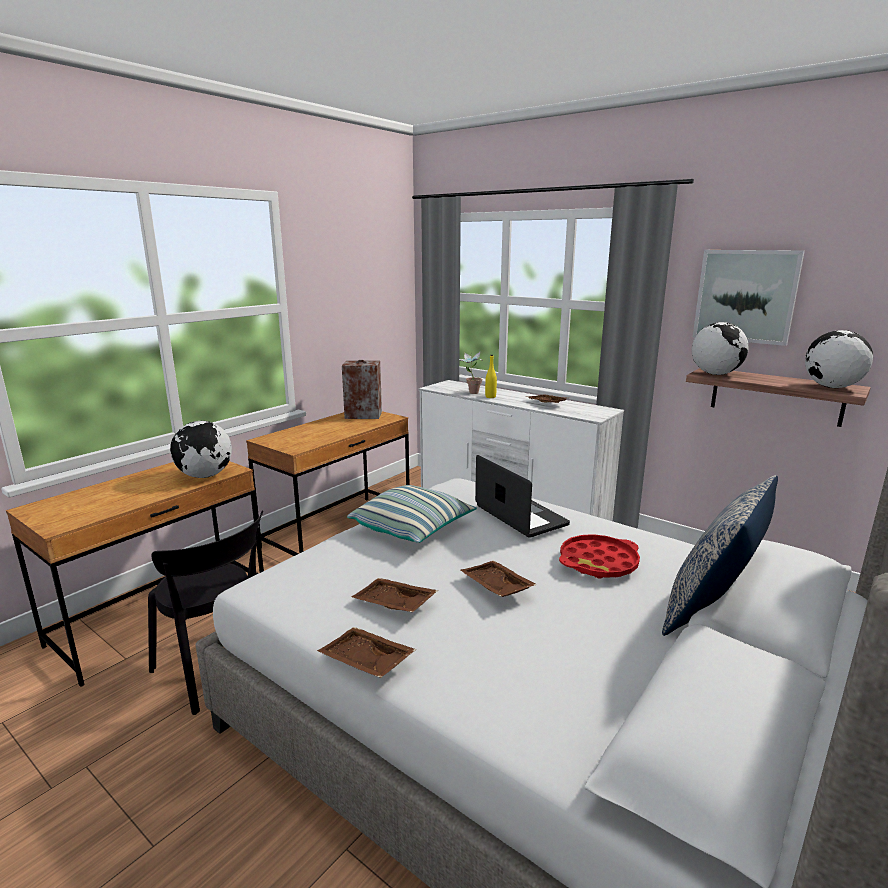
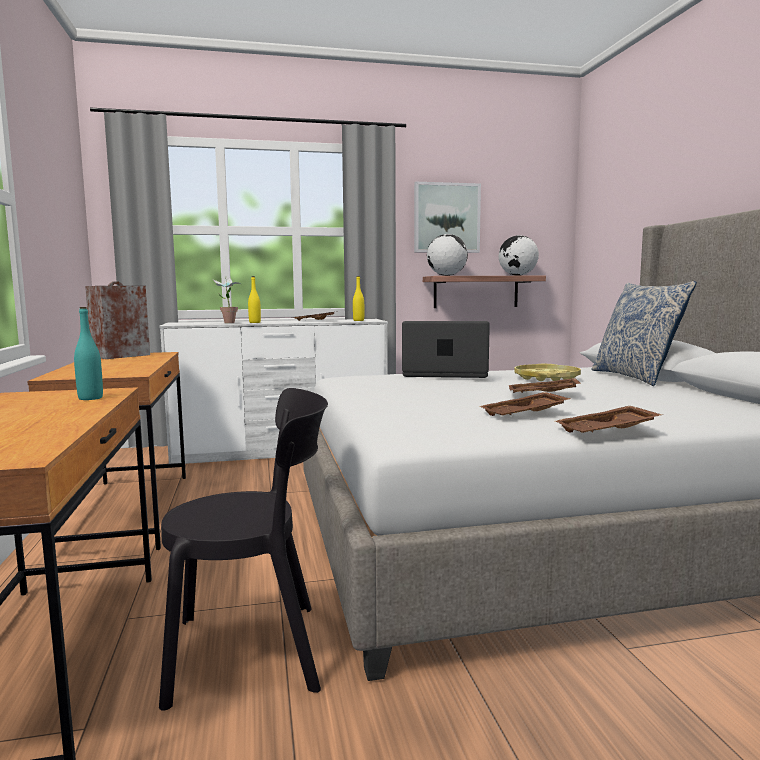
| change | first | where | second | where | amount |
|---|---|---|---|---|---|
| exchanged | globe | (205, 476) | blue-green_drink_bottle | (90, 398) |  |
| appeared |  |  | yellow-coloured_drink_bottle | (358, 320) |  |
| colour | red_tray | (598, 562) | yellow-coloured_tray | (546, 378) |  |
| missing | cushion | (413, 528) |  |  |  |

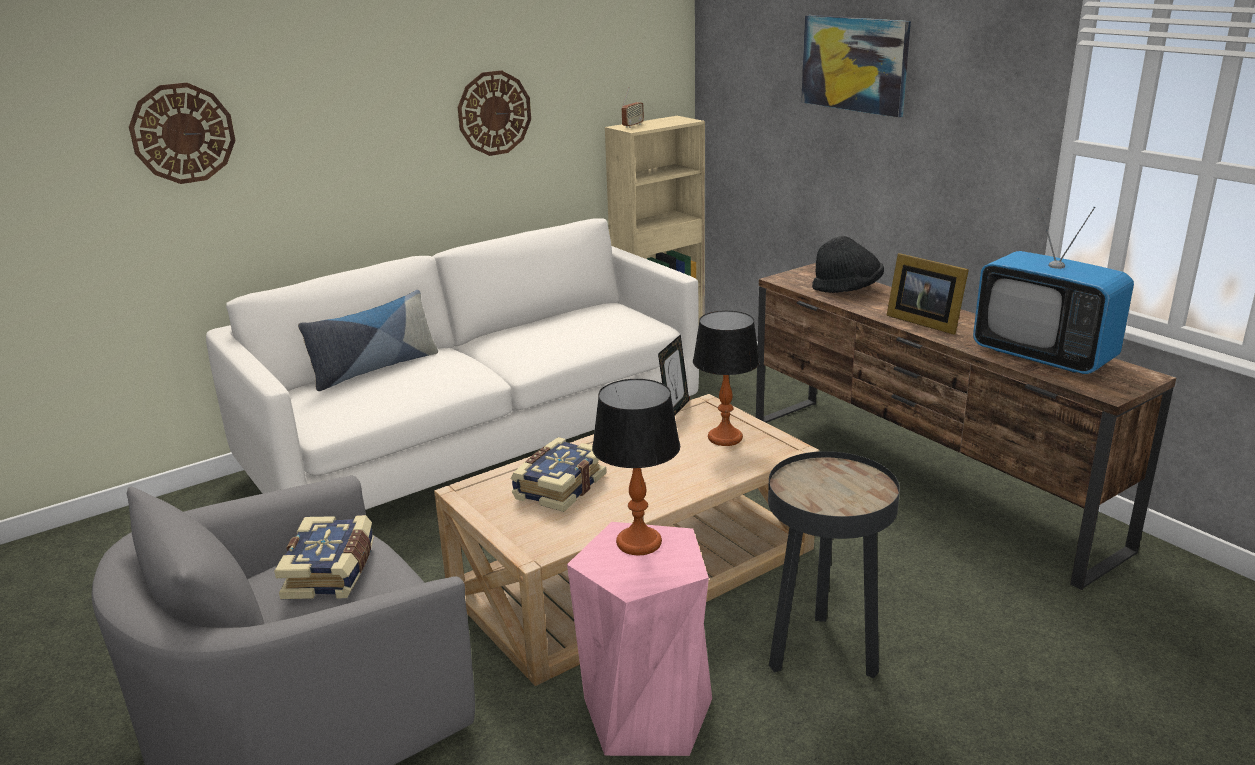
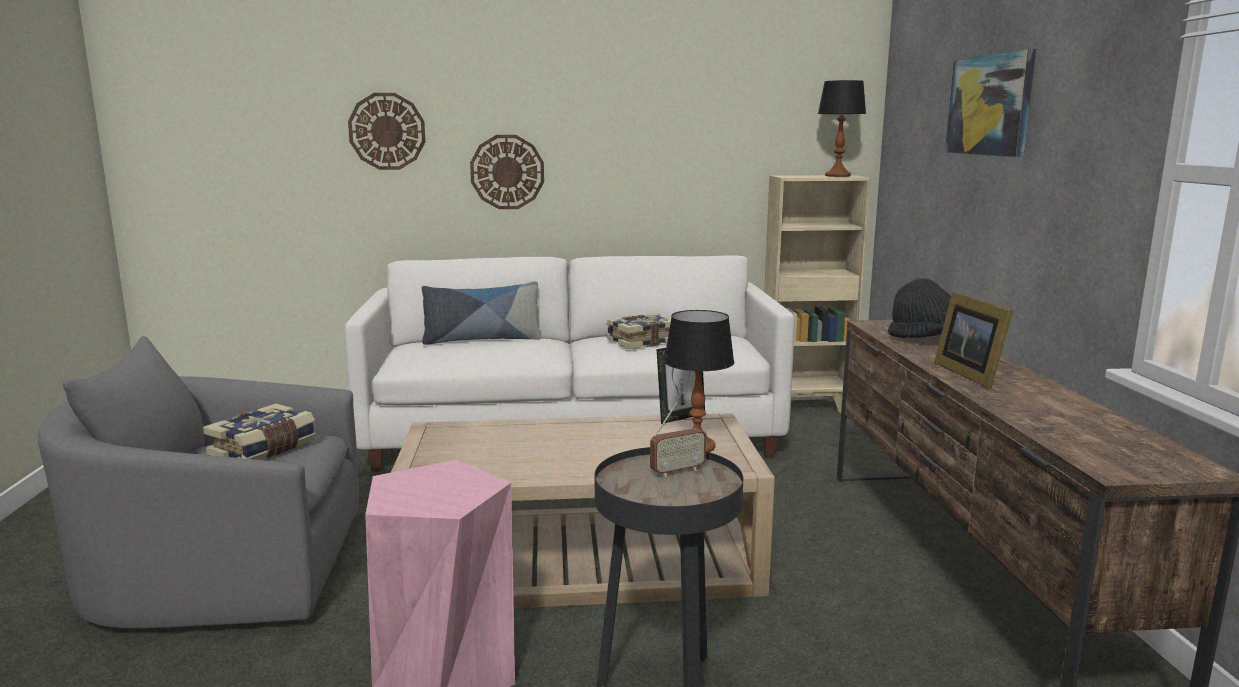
| change | first | where | second | where | amount |
|---|---|---|---|---|---|
| relocated | hanging_clock | (494, 113) |  | (507, 172) |  |
| relocated | book | (558, 487) |  | (641, 341) |  |
| relocated | radio | (632, 126) |  | (677, 471) |  |
| relocated | tabletop_lamp | (639, 543) |  | (837, 176) |  |
| missing | television | (1043, 356) |  |  |  |

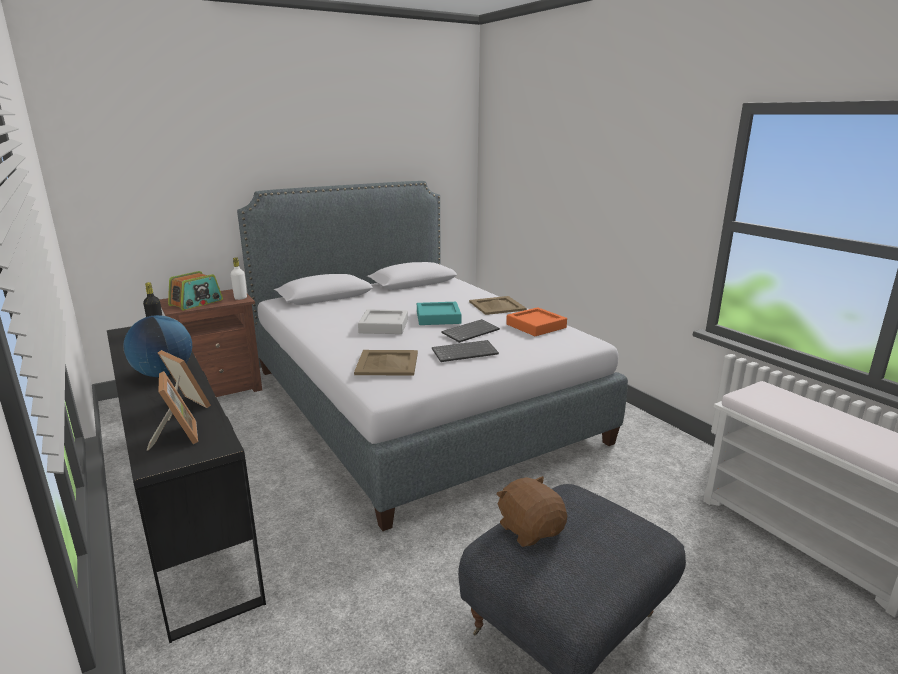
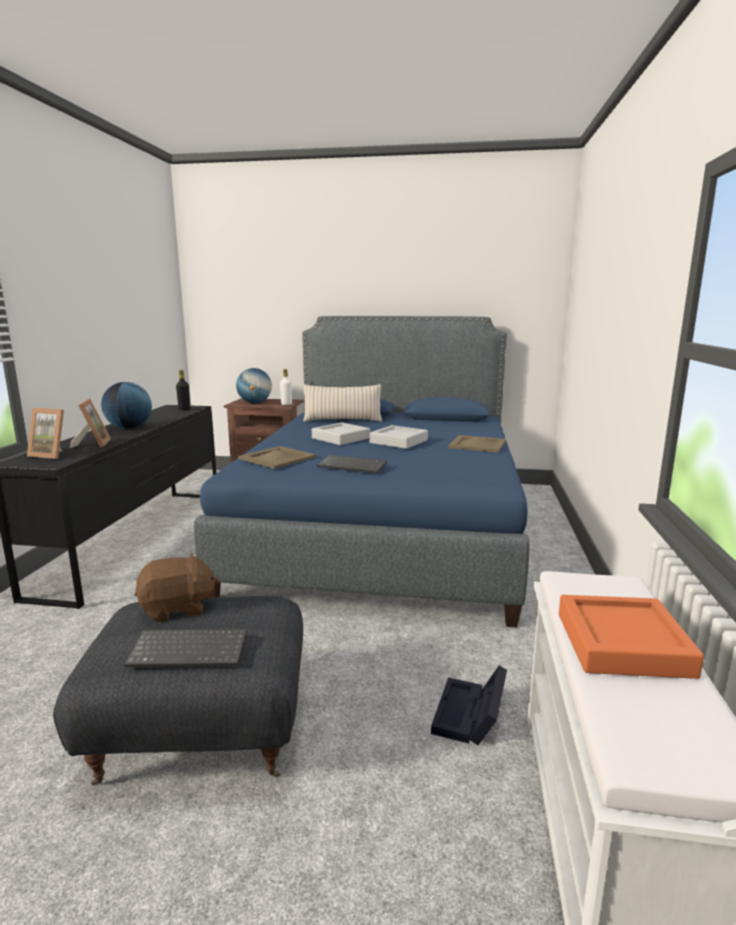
| change | first | where | second | where | amount |
|---|---|---|---|---|---|
| spun | photo_frame | (176, 436) |  | (52, 455) | 90 degrees clockwise |
| relocated | PC_keyboard | (470, 332) |  | (190, 649) |  |
| spun | brownish_plush_toy | (530, 529) |  | (177, 608) | 60 degrees clockwise |
| colour | greyish_bedroom_bed | (415, 403) | bluish_bedroom_bed | (382, 529) |  |
| exchanged | radio | (196, 303) | globe | (255, 403) |  |
| appeared |  |  | beige-coloured_cushion | (342, 420) |  |
| colour | blue-green_tray | (438, 317) | greyish_tray | (398, 441) |  |
| appeared |  |  | blackish_storage_container | (469, 716) |  |
| relocated | orange_tray | (536, 326) |  | (622, 644) |  |

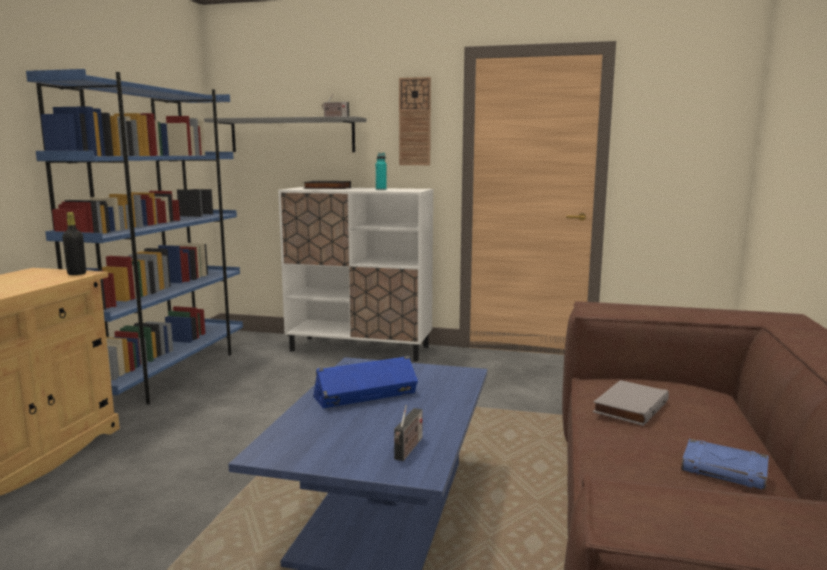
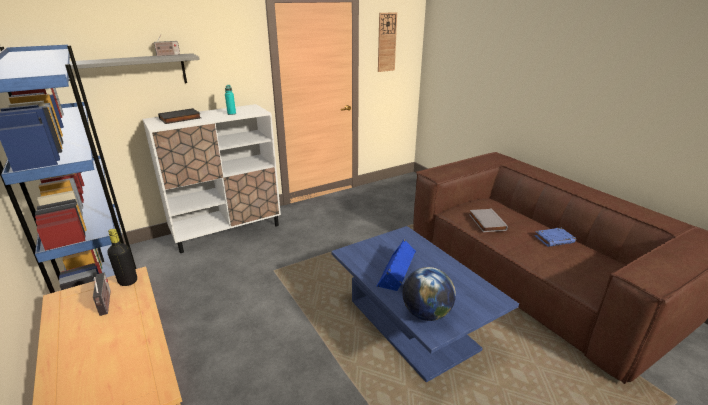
| change | first | where | second | where | amount |
|---|---|---|---|---|---|
| relocated | radio | (408, 449) |  | (105, 303) |  |
| relocated | hanging_clock | (415, 122) |  | (386, 42) |  |
| appeared |  |  | globe | (426, 313) |  |

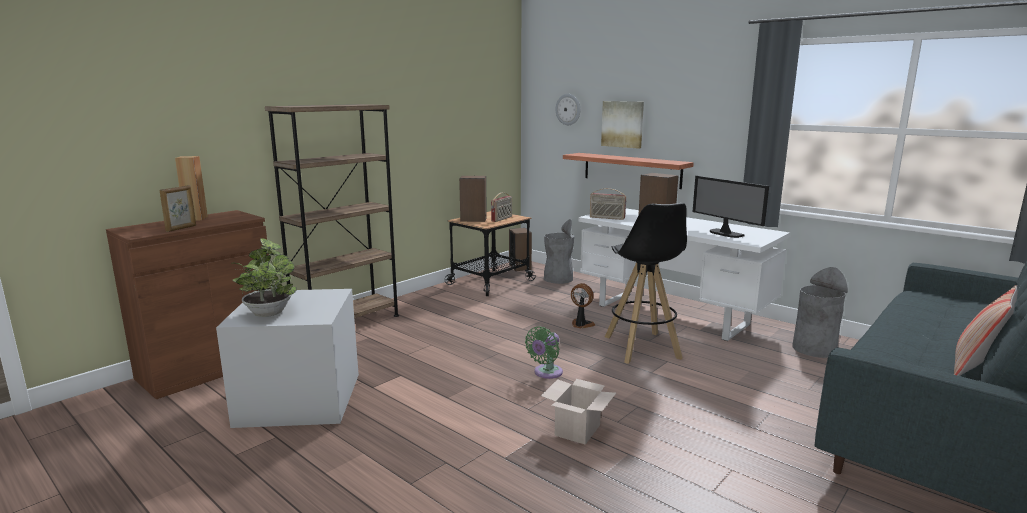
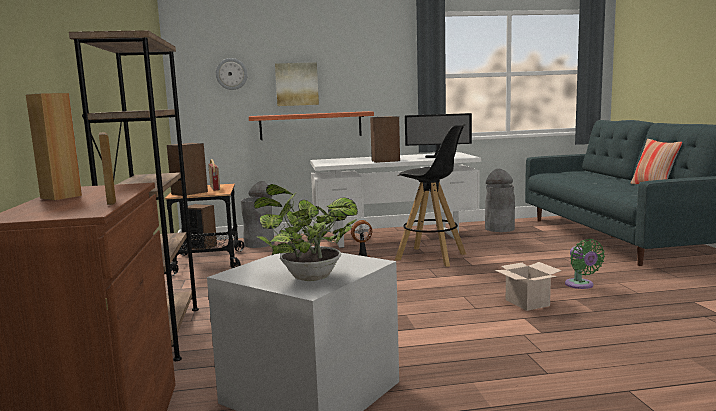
| change | first | where | second | where | amount |
|---|---|---|---|---|---|
| relocated | green-coloured_electric_fan | (546, 373) |  | (581, 285) |  |
| missing | radio | (607, 218) |  |  |  |

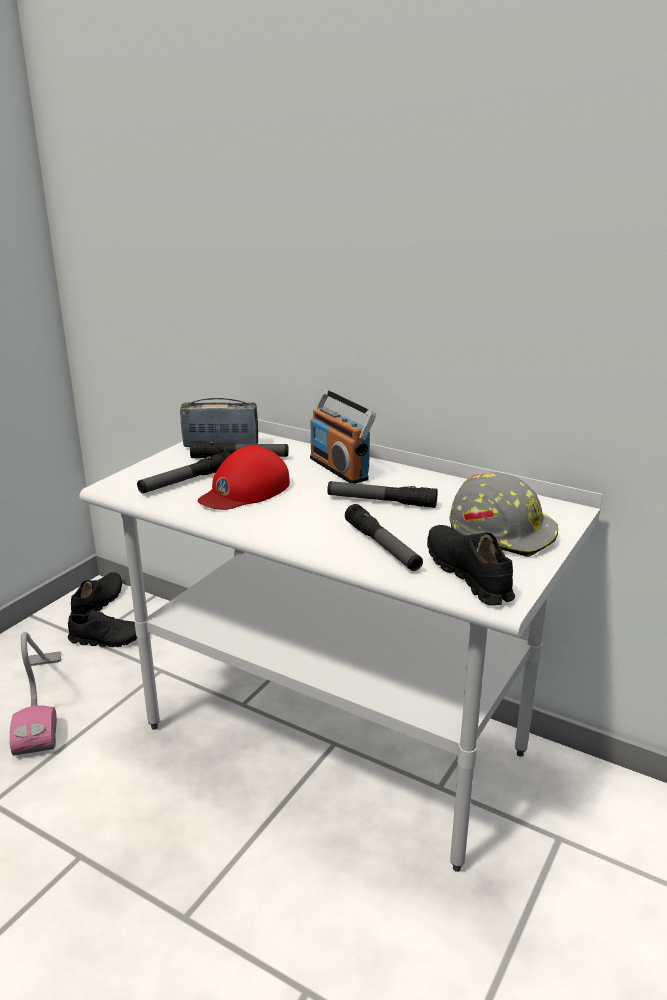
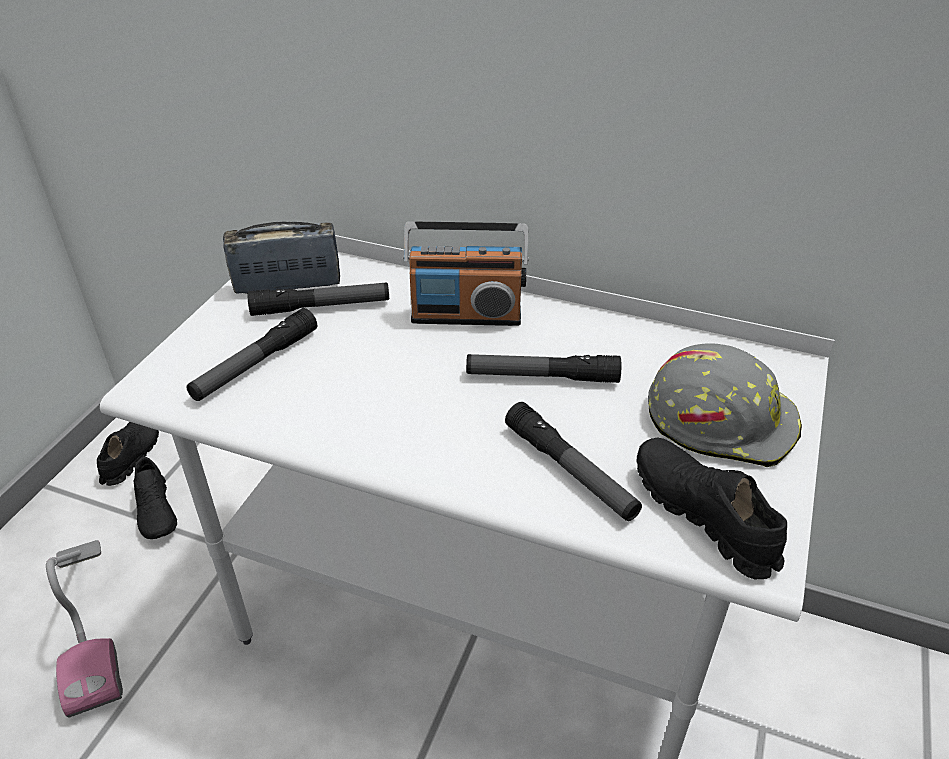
| change | first | where | second | where | amount |
|---|---|---|---|---|---|
| spun | blackish_item_of_footwear | (107, 639) |  | (157, 511) | 75 degrees clockwise |
| spun | radio | (339, 468) |  | (466, 315) | 45 degrees counterclockwise |
| missing | red_cap | (244, 490) |  |  |  |

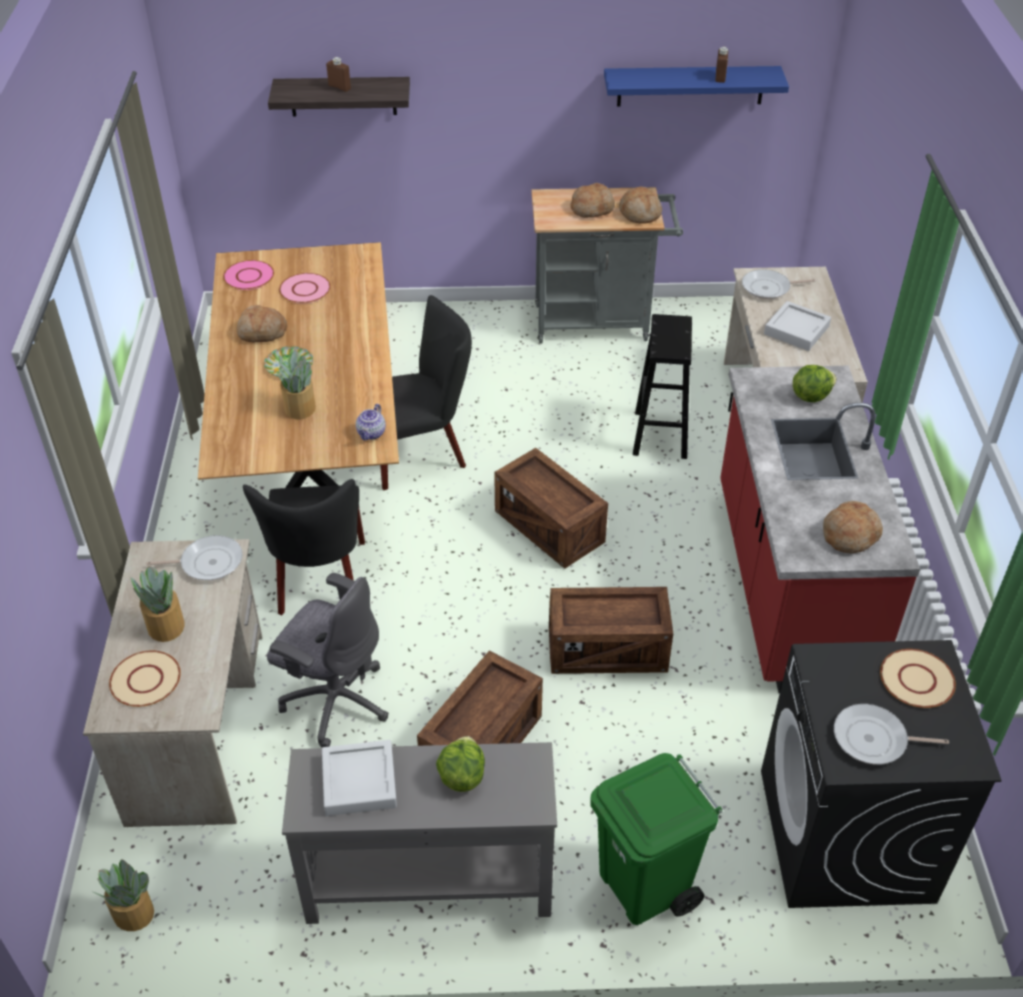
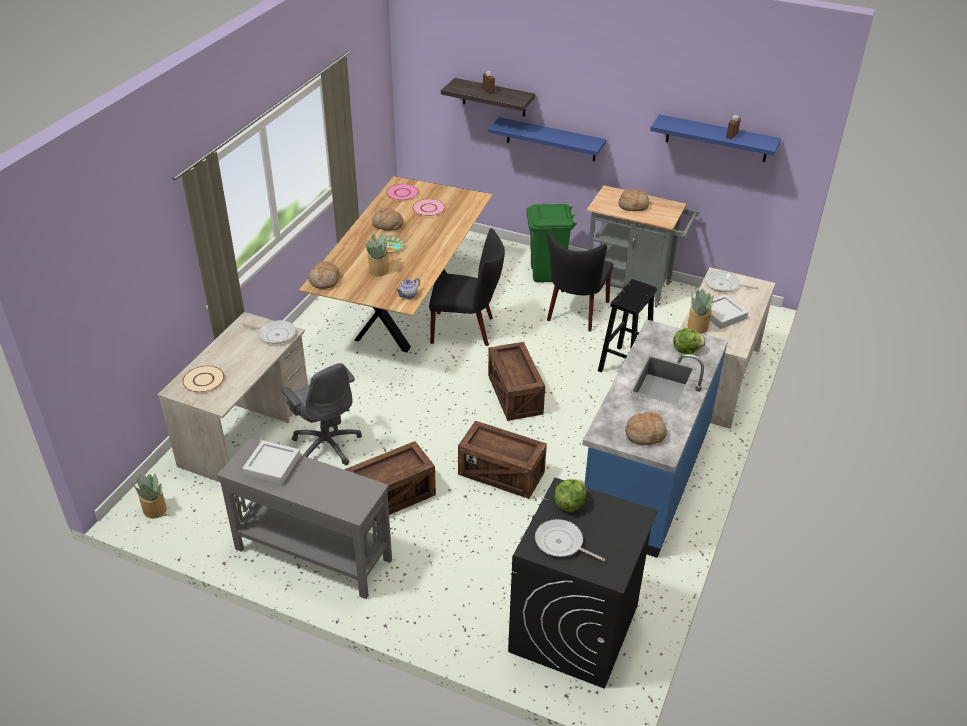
| change | first | where | second | where | amount |
|---|---|---|---|---|---|
| relocated | bakery_bread | (640, 213) |  | (324, 280) |  |
| appeared |  |  | bluish_bracket_shelf | (551, 139) |  |
| relocated | green-coloured_waste_bin | (645, 887) |  | (547, 275) |  |
| relocated | blackish_plain_chair | (320, 583) |  | (575, 313) |  |
| relocated | lettuce_head | (461, 776) |  | (569, 504) |  |
| colour | red_kitchen_base_unit | (788, 584) | bluish_kitchen_base_unit | (645, 477) |  |
| relocated | potted_plant | (165, 627) |  | (697, 327) |  |
| missing | beige-coloured_dinner_plate | (916, 680) |  |  |  |

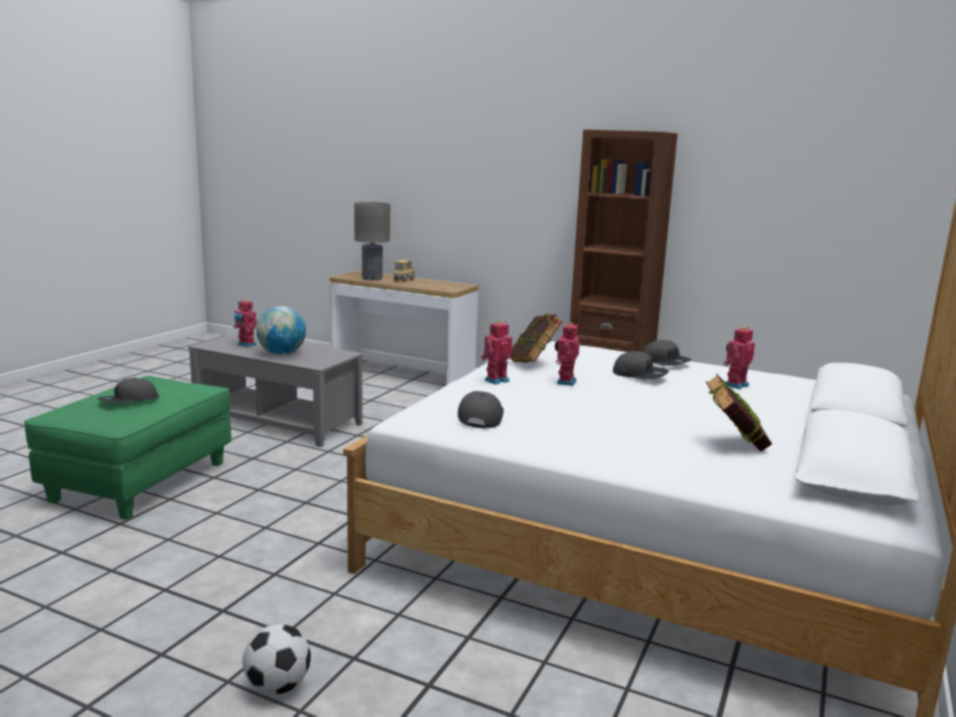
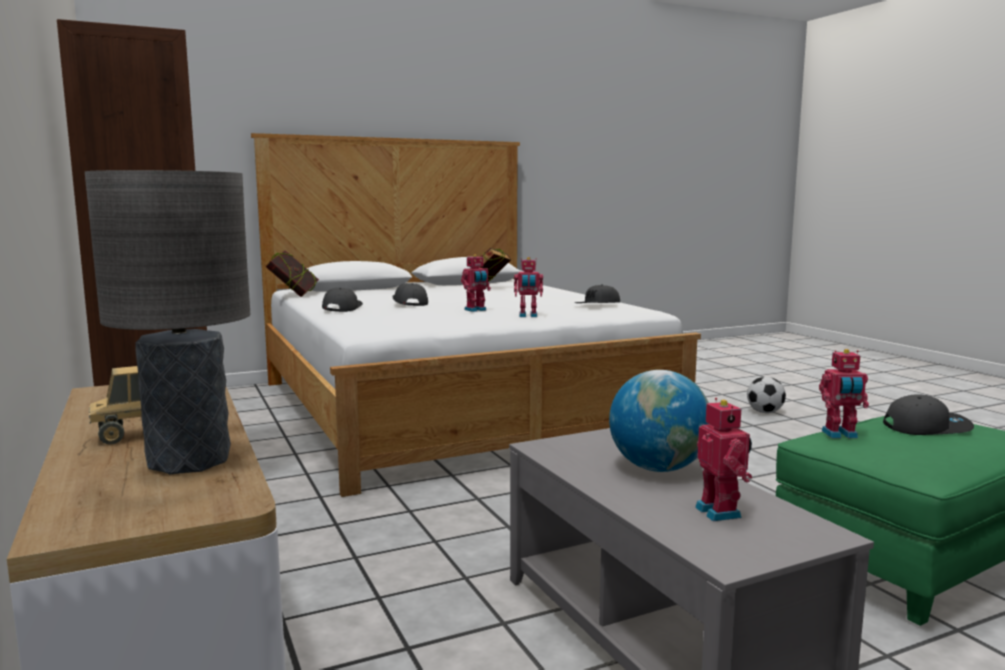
| change | first | where | second | where | amount |
|---|---|---|---|---|---|
| relocated | book | (533, 363) |  | (294, 295) |  |
| relocated | robot_figure | (735, 385) |  | (840, 435) |  |

